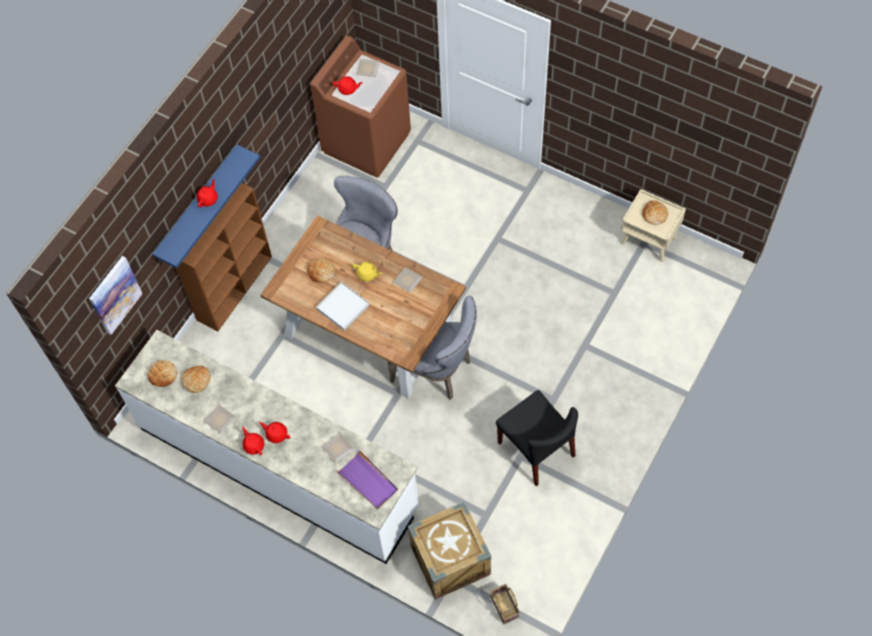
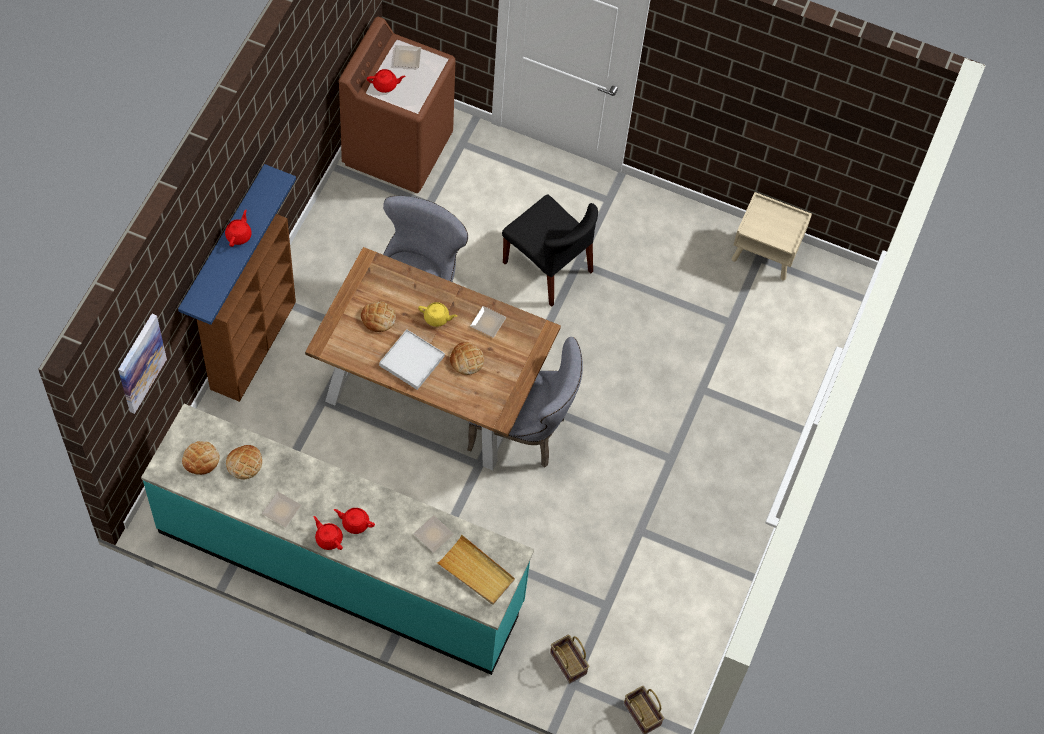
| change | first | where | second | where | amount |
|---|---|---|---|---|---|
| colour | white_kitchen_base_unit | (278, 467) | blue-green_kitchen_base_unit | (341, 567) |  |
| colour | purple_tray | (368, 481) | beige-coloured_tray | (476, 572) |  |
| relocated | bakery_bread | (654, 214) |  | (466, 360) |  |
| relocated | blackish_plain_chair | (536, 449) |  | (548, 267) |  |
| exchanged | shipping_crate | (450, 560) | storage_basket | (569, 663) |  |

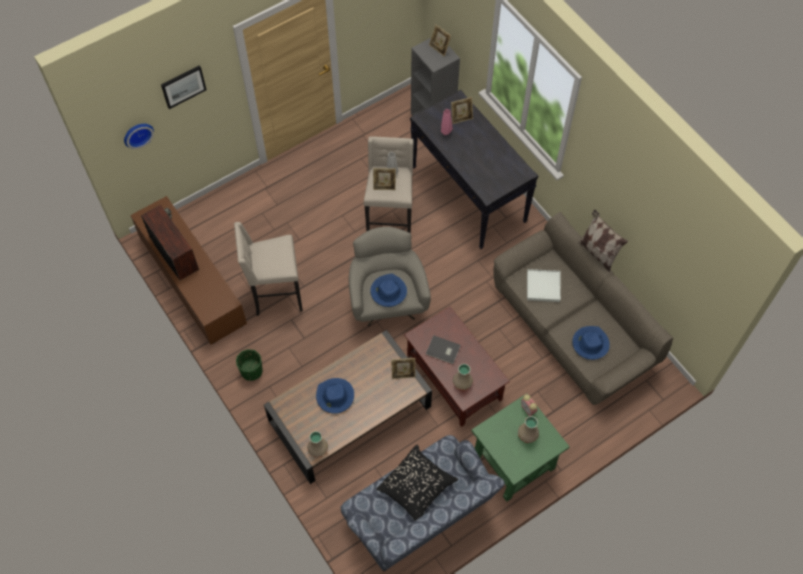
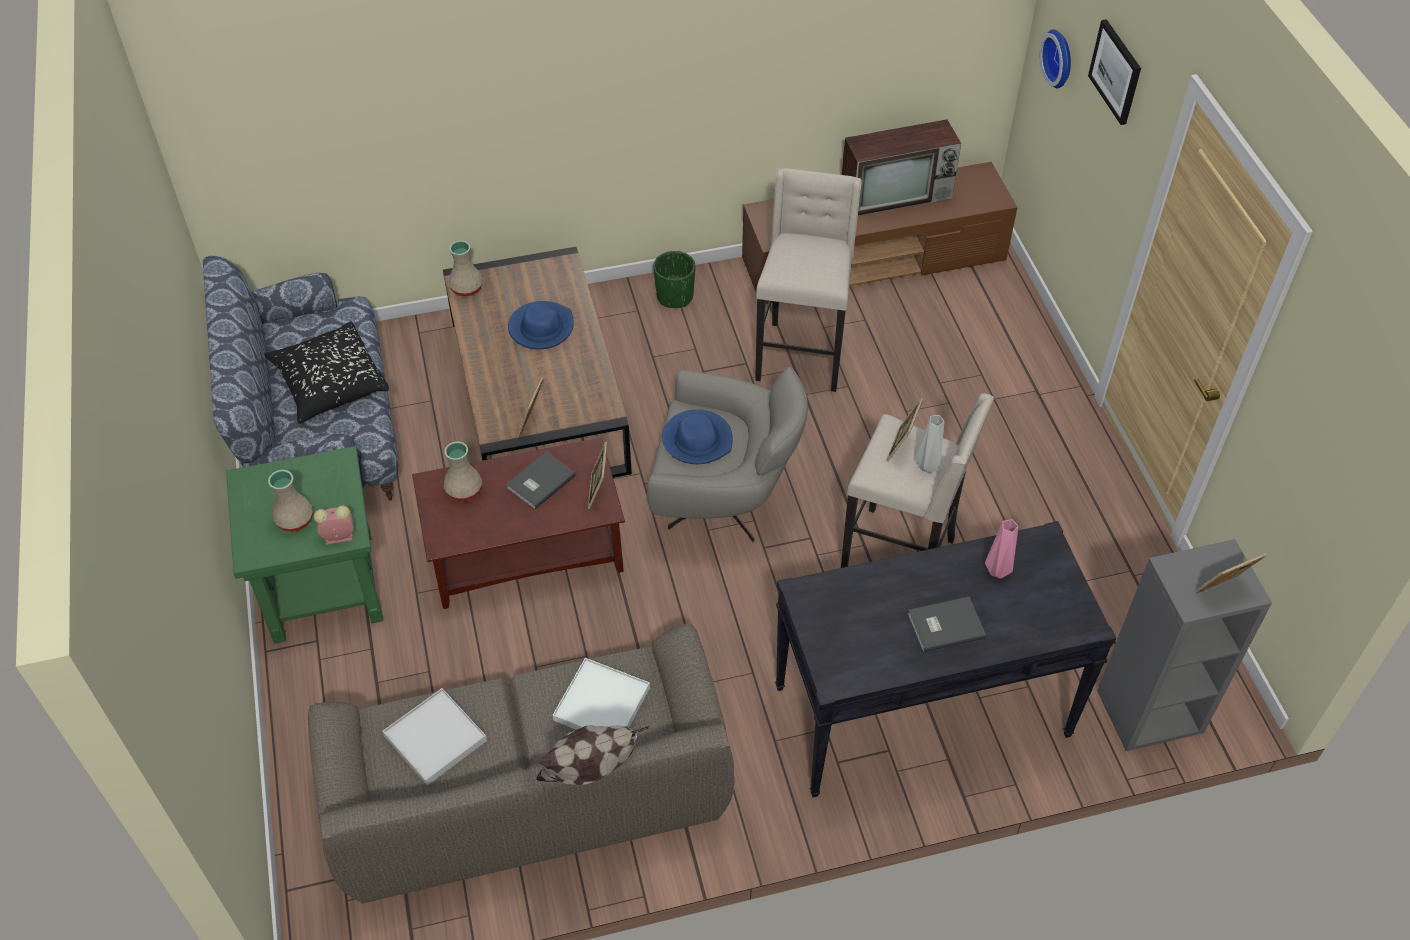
| change | first | where | second | where | amount |
|---|---|---|---|---|---|
| exchanged | bluish_clothing_hat | (590, 343) | white_tray | (435, 738) |  |
| relocated | photo_frame | (461, 118) |  | (598, 491) |  |
| appeared |  |  | greyish_book | (944, 625) |  |

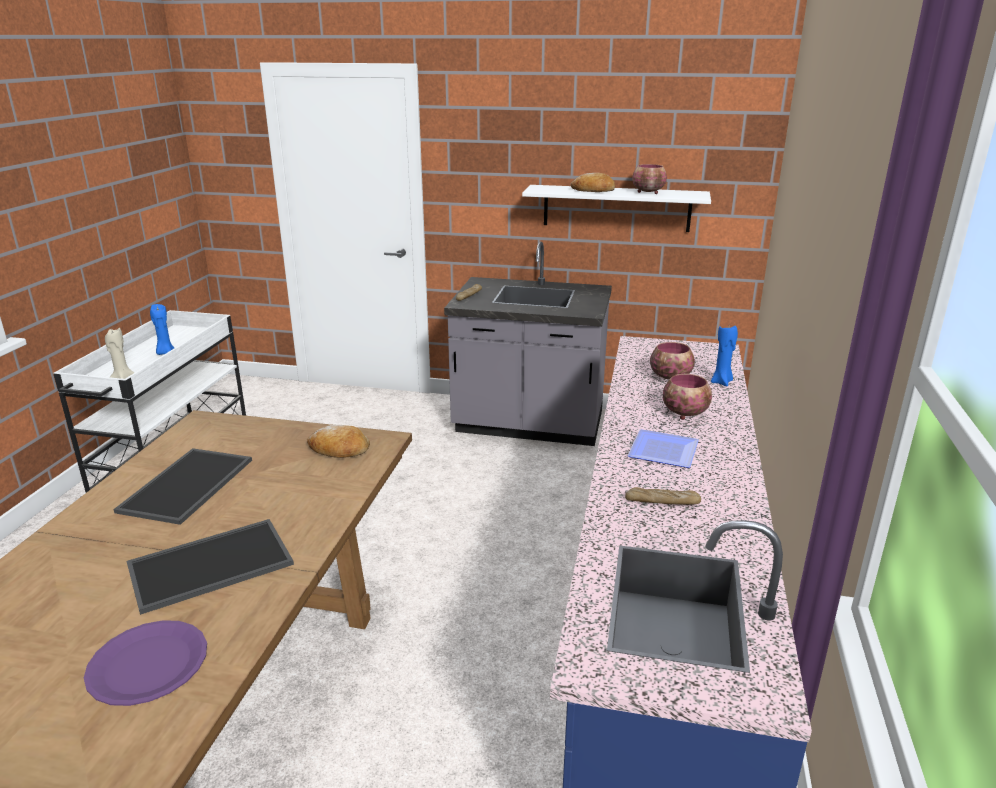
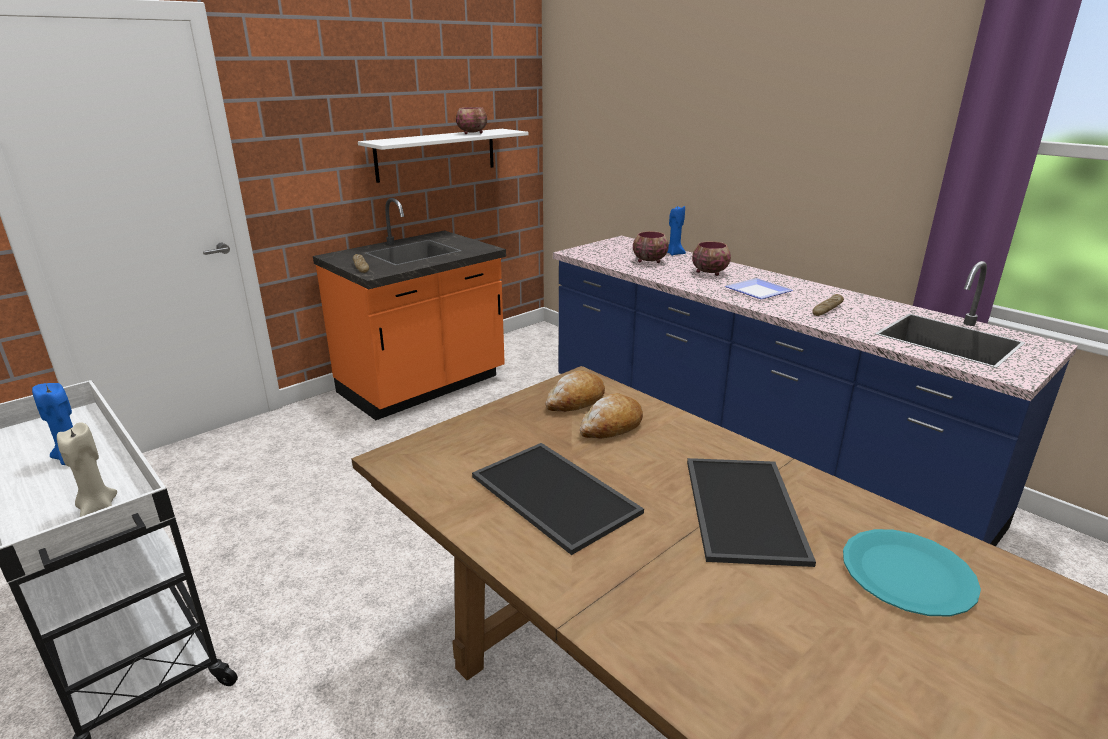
| change | first | where | second | where | amount |
|---|---|---|---|---|---|
| colour | greyish_kitchen_base_unit | (529, 425) | orange_kitchen_base_unit | (423, 386) |  |
| relocated | bakery_bread | (593, 190) |  | (611, 426) |  |
| colour | purple_dinner_plate | (147, 665) | blue-green_dinner_plate | (908, 574) |  |

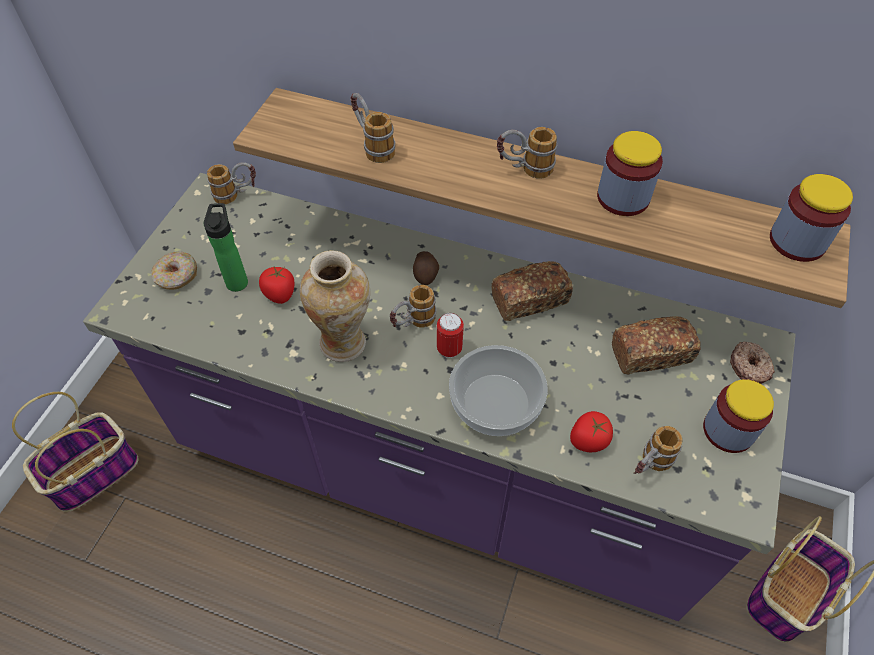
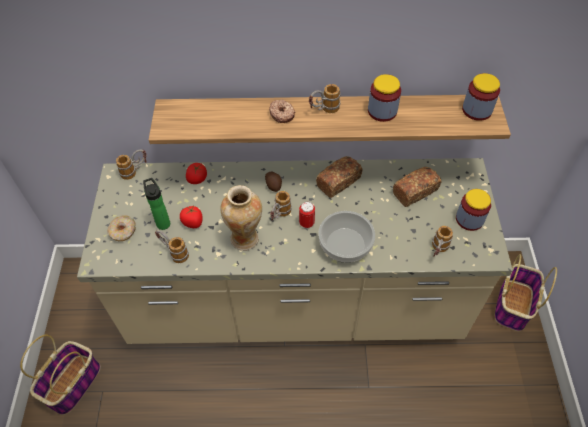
| change | first | where | second | where | amount |
|---|---|---|---|---|---|
| colour | purple_kitchen_base_unit | (437, 471) | beige-coloured_kitchen_base_unit | (295, 305) |  |
| relocated | mug | (372, 146) |  | (173, 252) |  |
| relocated | tomato | (588, 440) |  | (197, 179) |  |
| relocated | donut | (749, 367) |  | (282, 114) |  |

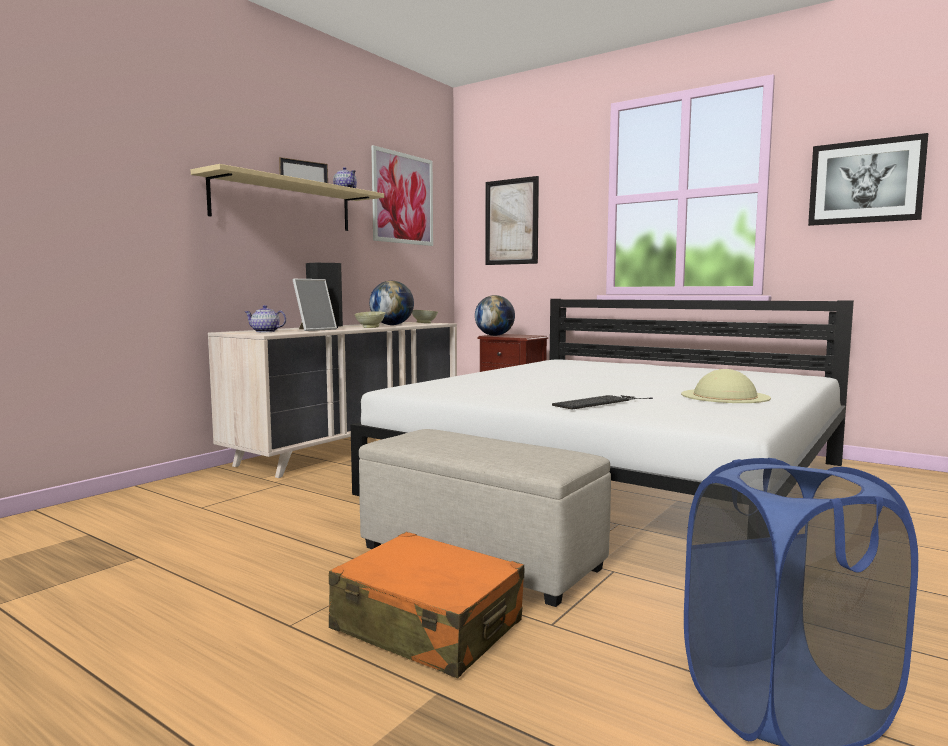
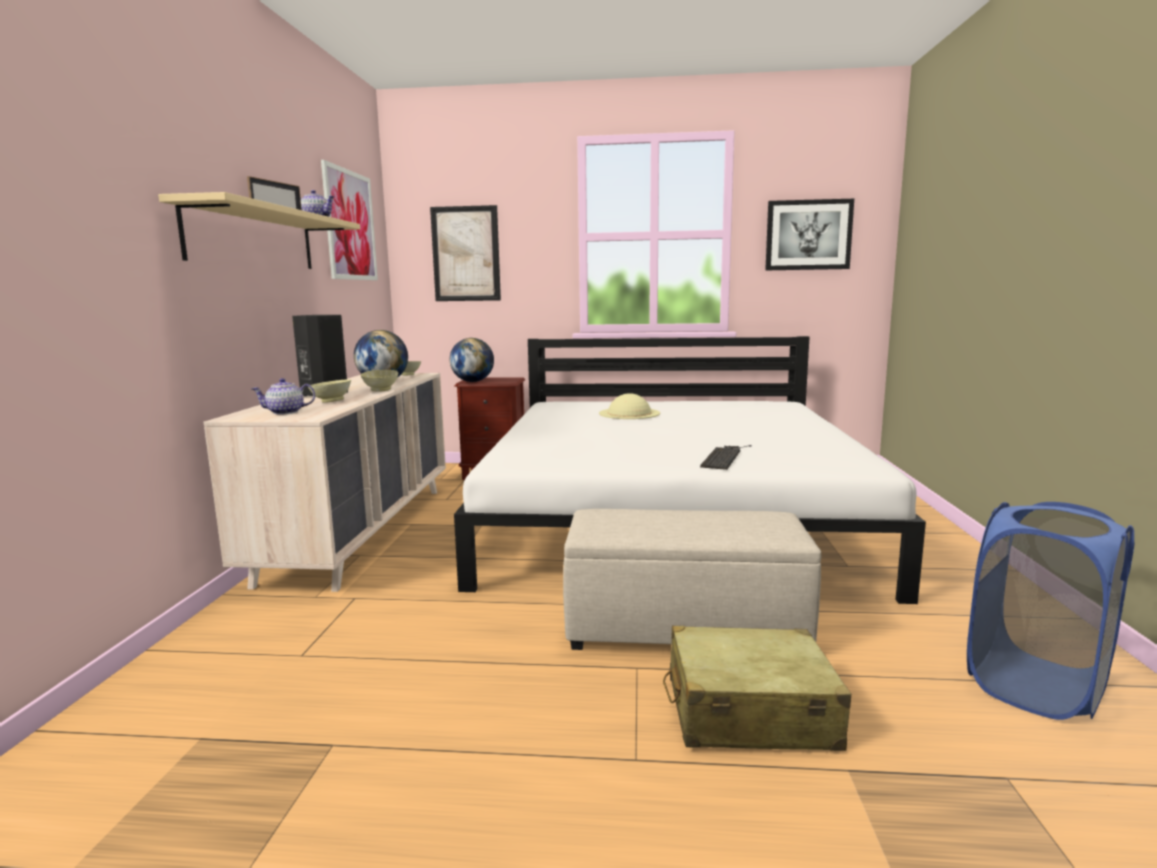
| change | first | where | second | where | amount |
|---|---|---|---|---|---|
| exchanged | photo_frame | (314, 329) | beige-coloured_bowl | (331, 401) |  |
| relocated | beige-coloured_clothing_hat | (724, 396) |  | (629, 413) |  |
| colour | orange_travel_case | (427, 626) | beige-coloured_travel_case | (748, 712) |  |

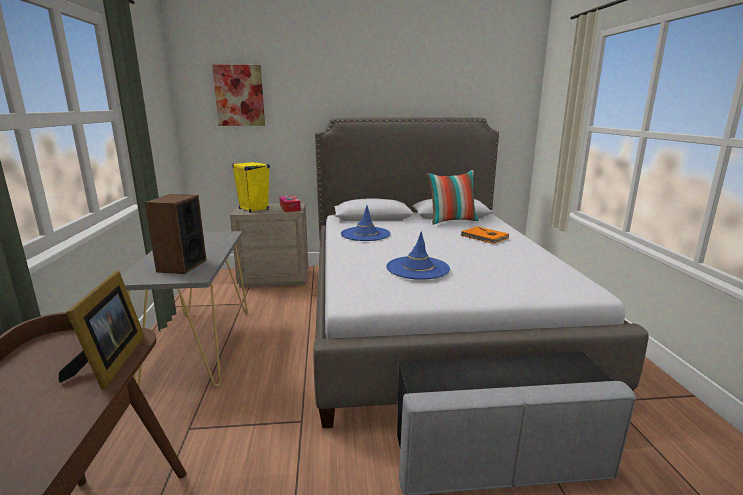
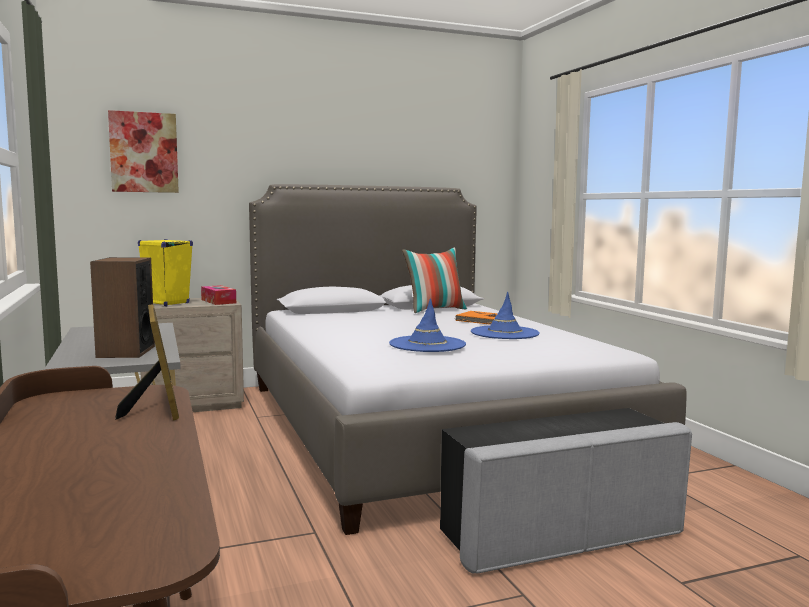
| change | first | where | second | where | amount |
|---|---|---|---|---|---|
| relocated | bluish_clothing_hat | (365, 234) |  | (504, 333) |  |

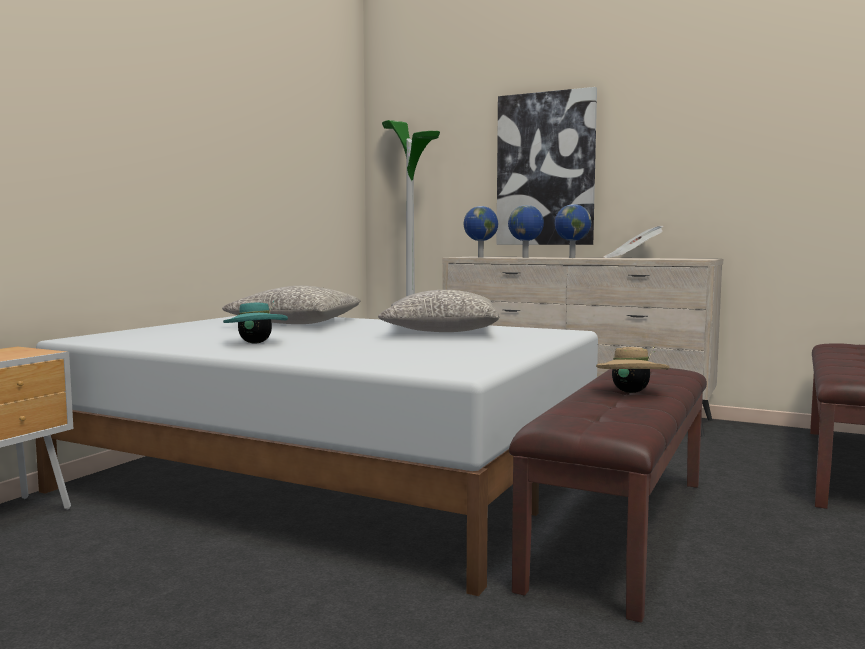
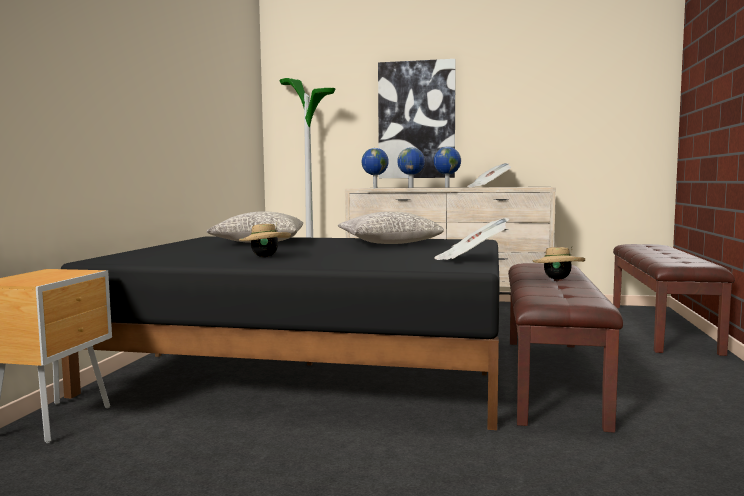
| change | first | where | second | where | amount |
|---|---|---|---|---|---|
| colour | white_bedroom_bed | (333, 478) | blackish_bedroom_bed | (312, 364) |  |
| colour | blue-green_clothing_hat | (256, 343) | beige-coloured_clothing_hat | (265, 257) |  |
| appeared |  |  | printed_paper | (470, 259) |  |

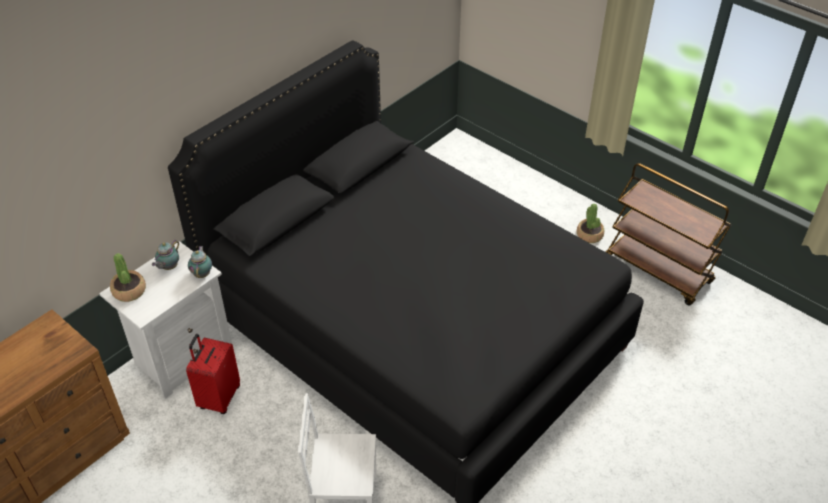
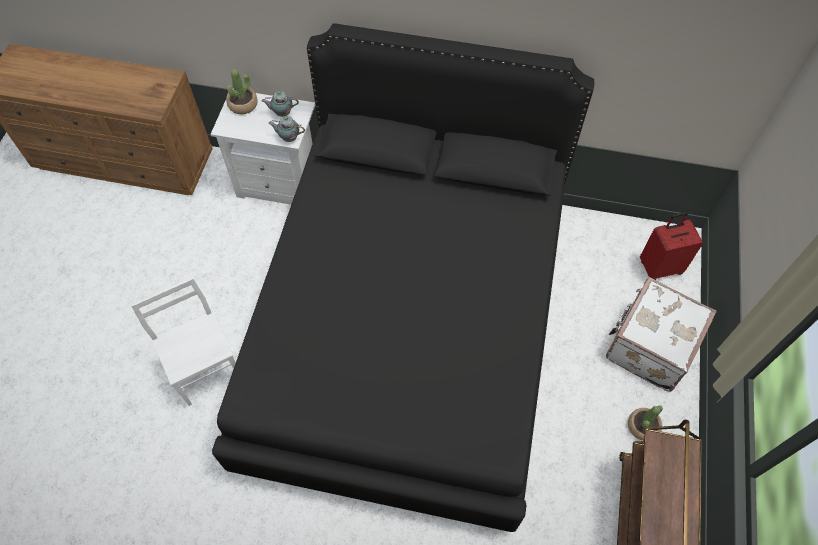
| change | first | where | second | where | amount |
|---|---|---|---|---|---|
| spun | pot_for_tea | (202, 273) |  | (288, 138) | 135 degrees counterclockwise |
| appeared |  |  | white_travel_case | (649, 346) |  |
| relocated | red_travel_case | (218, 397) |  | (659, 267) |  |

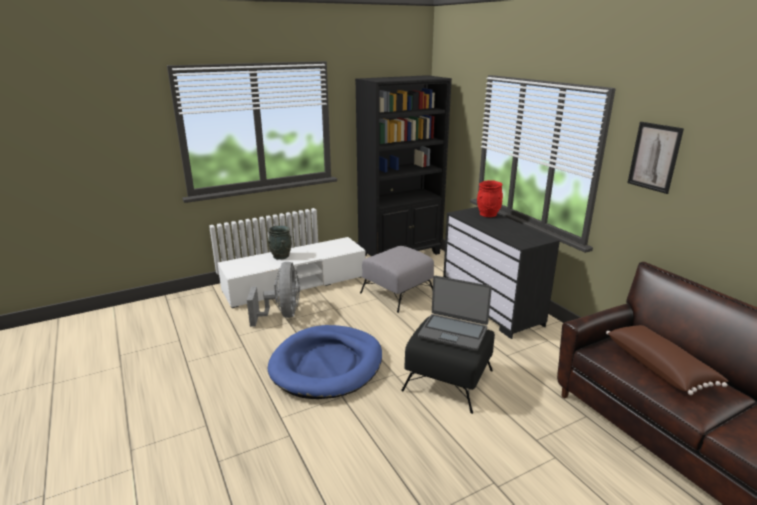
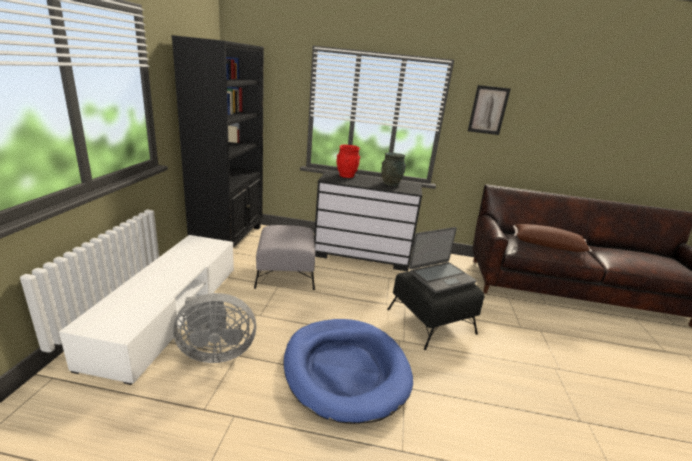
| change | first | where | second | where | amount |
|---|---|---|---|---|---|
| spun | greyish_electric_fan | (282, 315) |  | (215, 352) | 135 degrees clockwise |
| relocated | greyish_vase | (281, 256) |  | (391, 184) |  |

